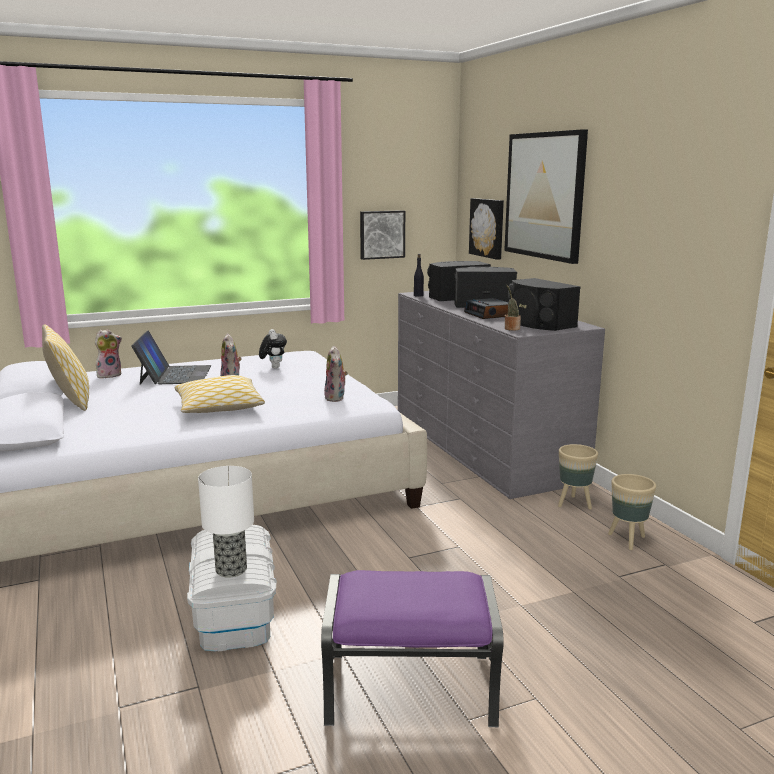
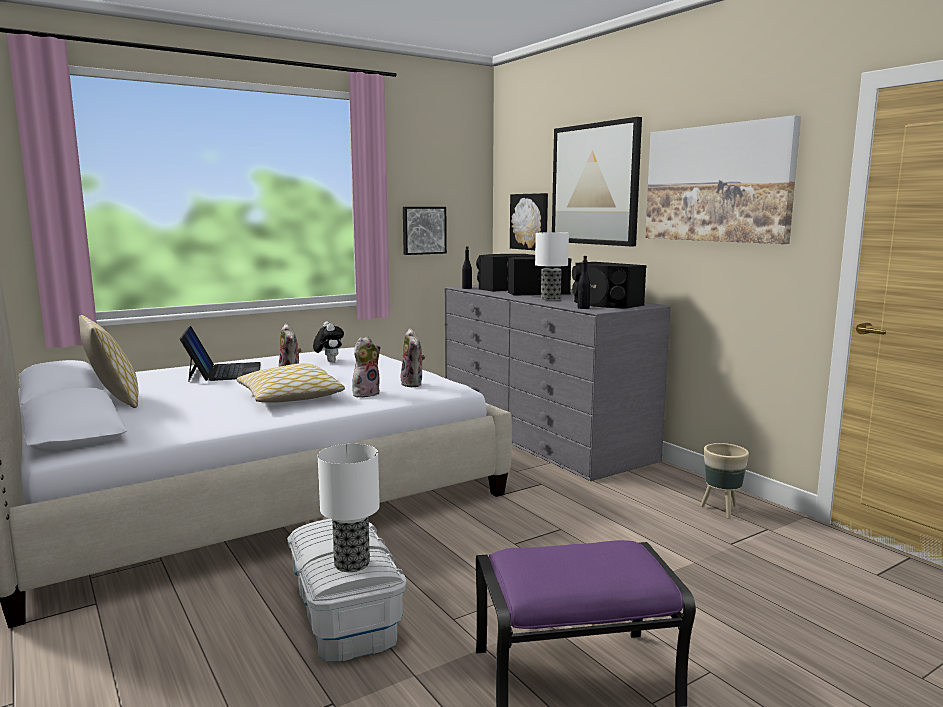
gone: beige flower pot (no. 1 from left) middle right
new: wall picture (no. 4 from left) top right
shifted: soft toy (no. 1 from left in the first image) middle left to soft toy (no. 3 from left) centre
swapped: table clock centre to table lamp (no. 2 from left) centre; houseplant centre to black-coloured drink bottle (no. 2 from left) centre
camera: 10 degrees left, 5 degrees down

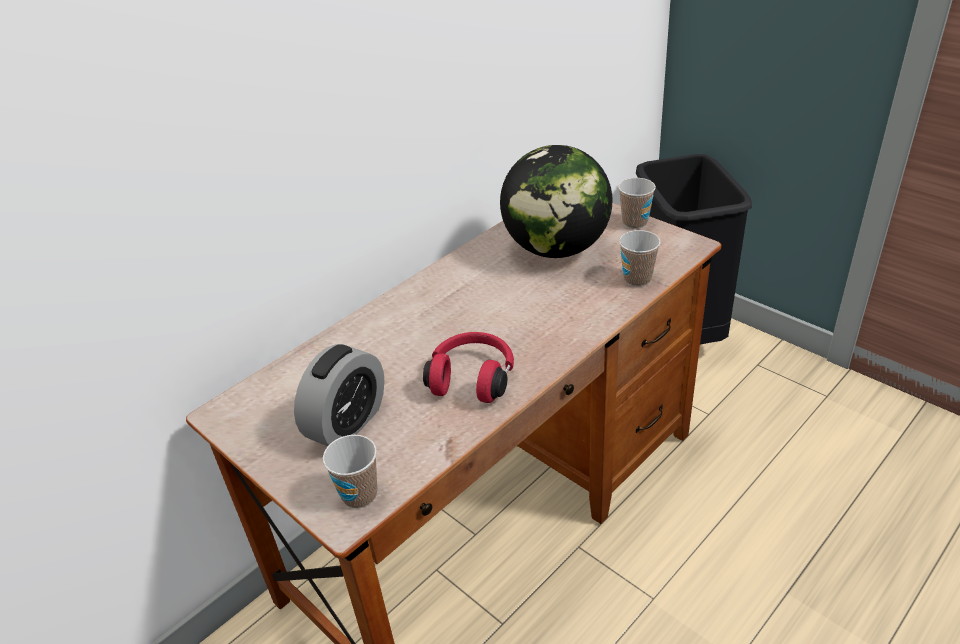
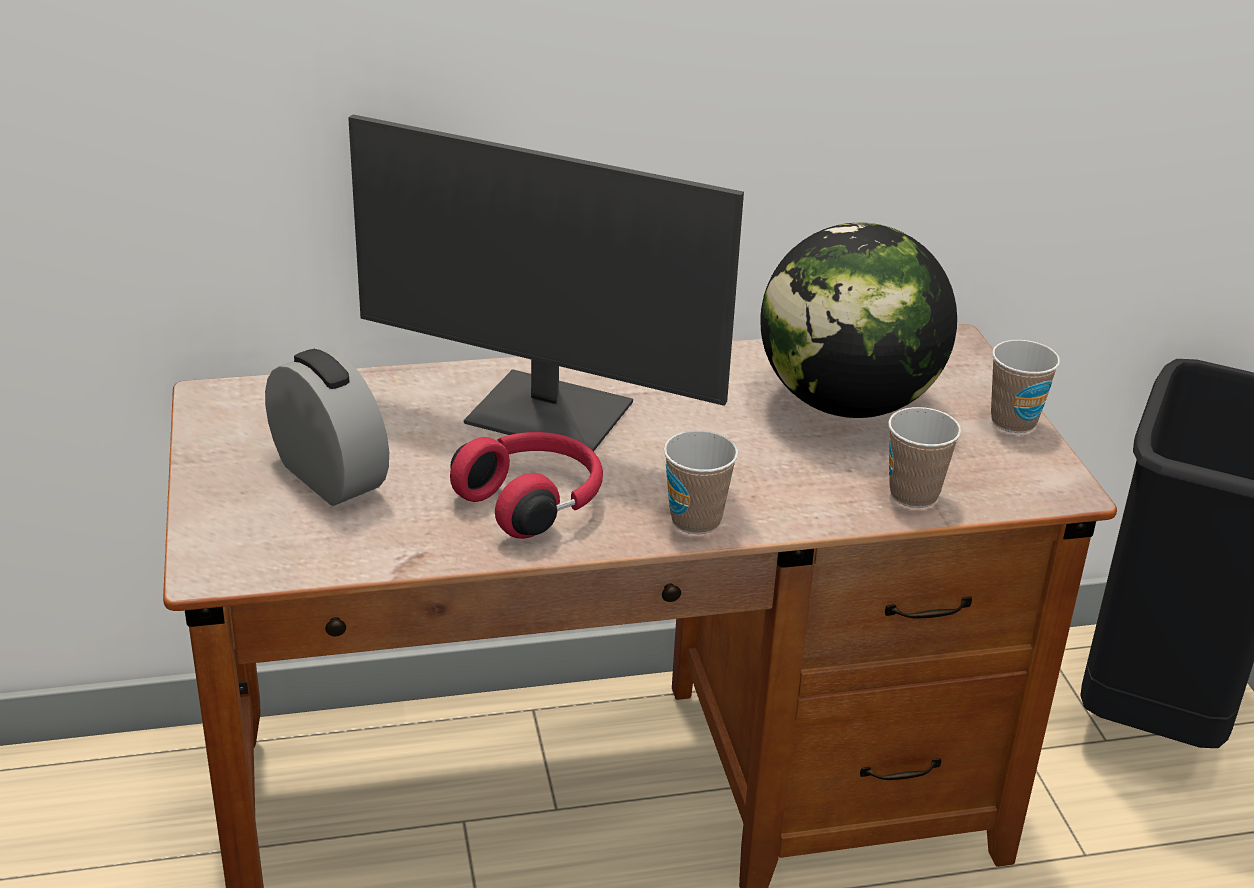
new: computer display top centre
shifted: drinking cup (no. 1 from left) bottom centre to centre
rotated: table clock centre = middle left 105 degrees counterclockwise
camera: 30 degrees right, 5 degrees down

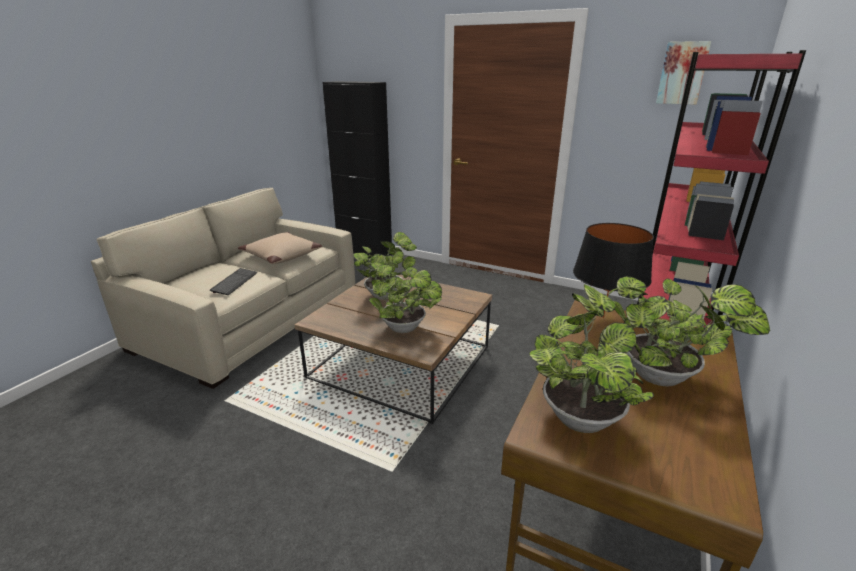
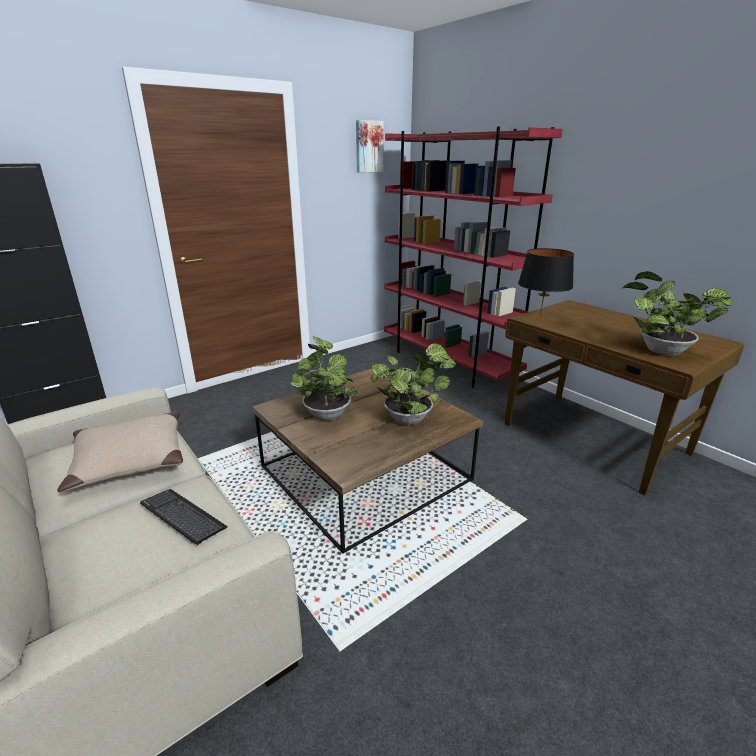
gone: houseplant (no. 4 from left) middle right
camera: 65 degrees left, 0 degrees up

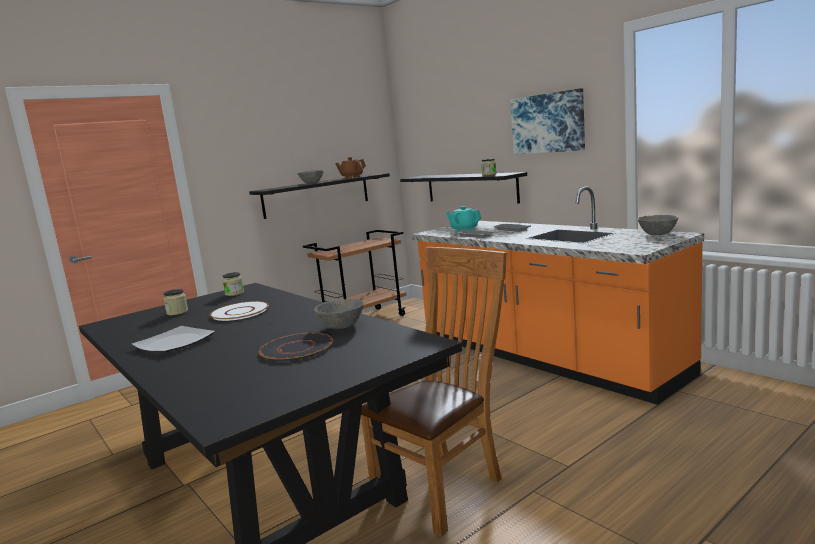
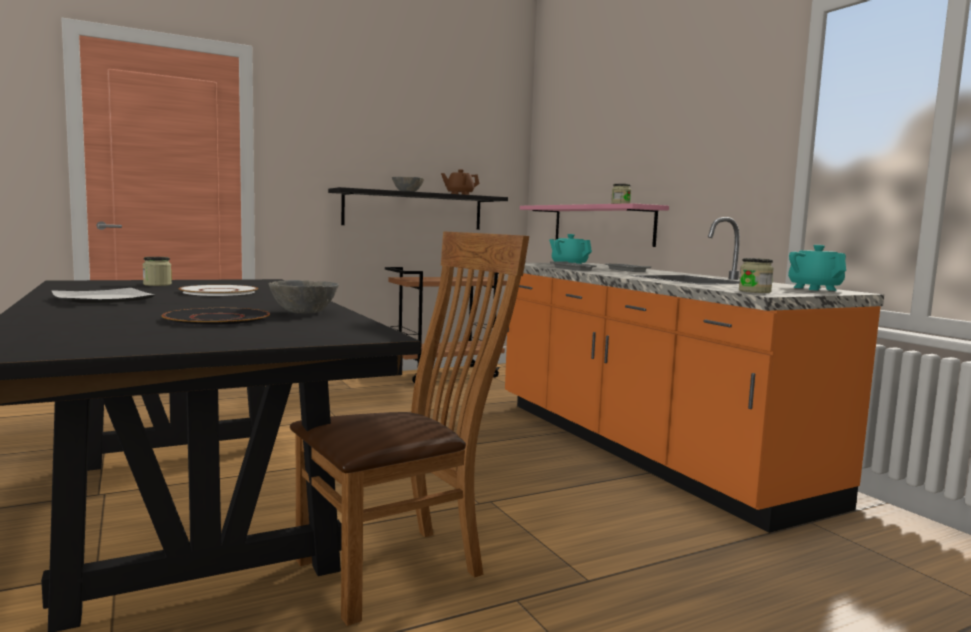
gone: wall picture top right
shifted: preserve jar (no. 2 from left in the first image) middle left to preserve jar (no. 3 from left) middle right
swapped: gray serving bowl (no. 3 from left) middle right to turquoise teapot (no. 2 from left) middle right
repainted: black-coloured bracket shelf (no. 2 from left) centre to pink bracket shelf centre
camera: 10 degrees right, 5 degrees down

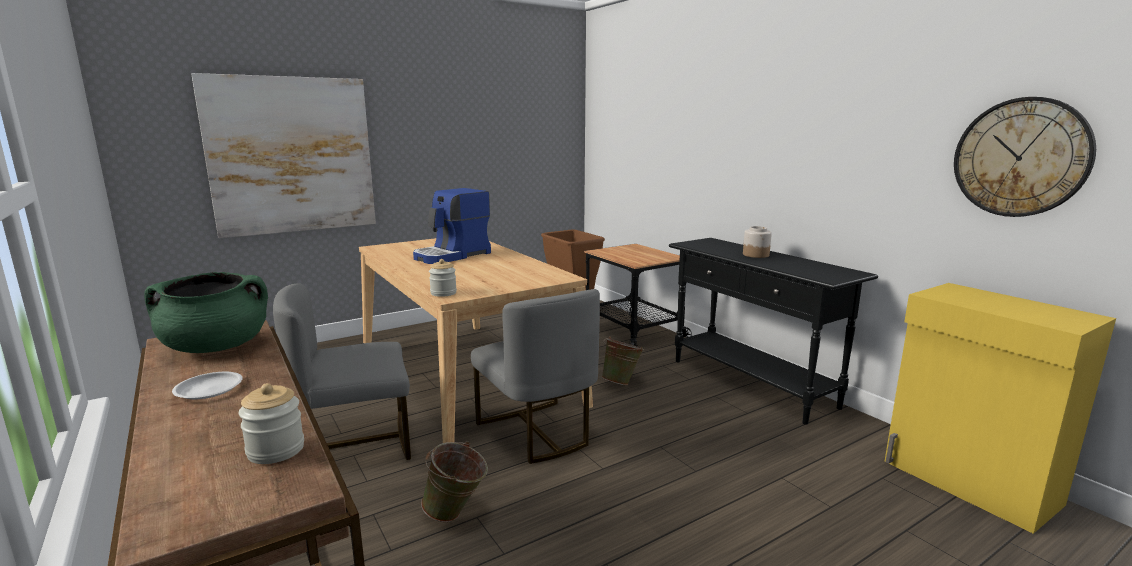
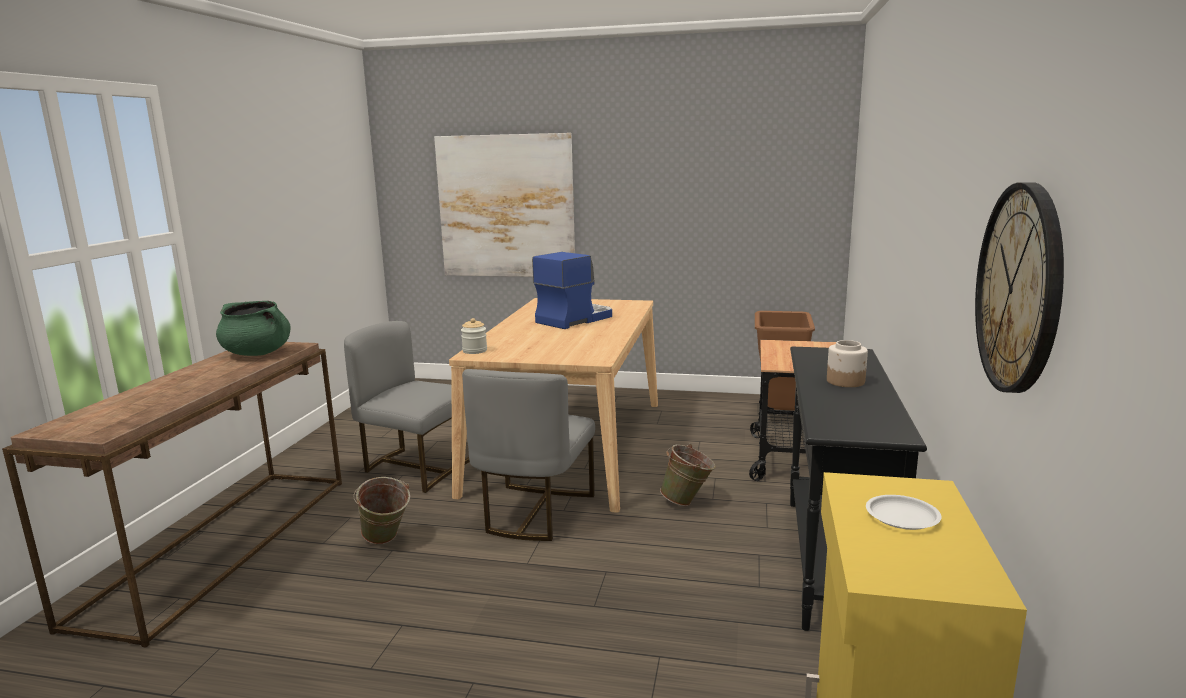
gone: preserve jar (no. 1 from left) bottom left
shifted: whitish plate bottom left to bottom right
rotated: coffee machine centre = centre 135 degrees clockwise
camera: 45 degrees right, 0 degrees up

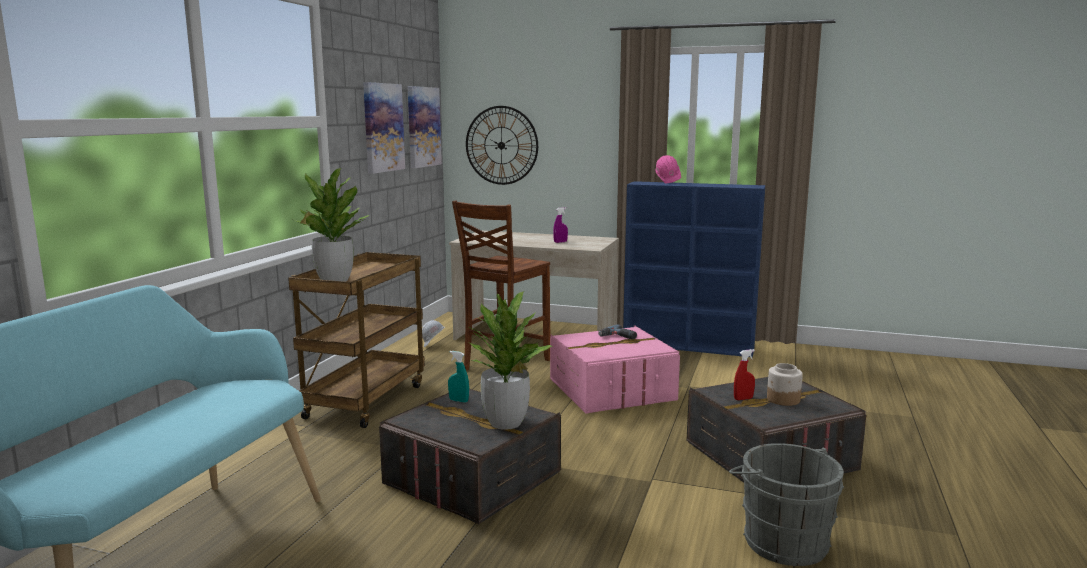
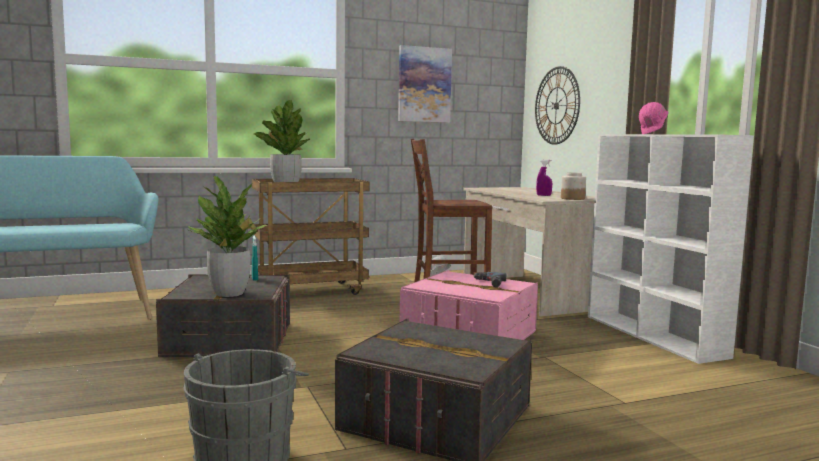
gone: wall picture (no. 2 from left) top centre; red sprayer middle right
shifted: preserve jar bottom right to middle right
repainted: bluish shelving unit centre to whitish shelving unit middle right
camera: 50 degrees right, 5 degrees down

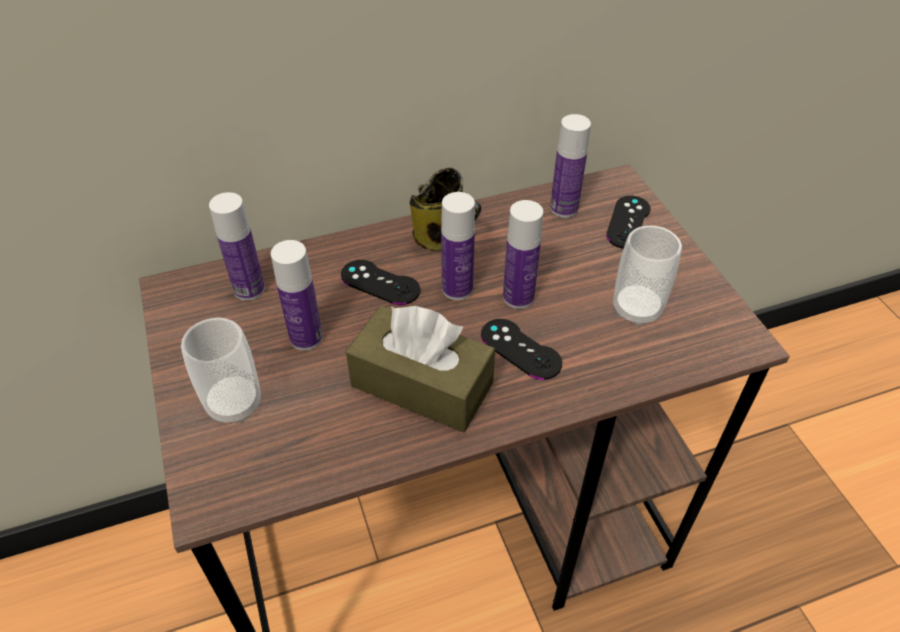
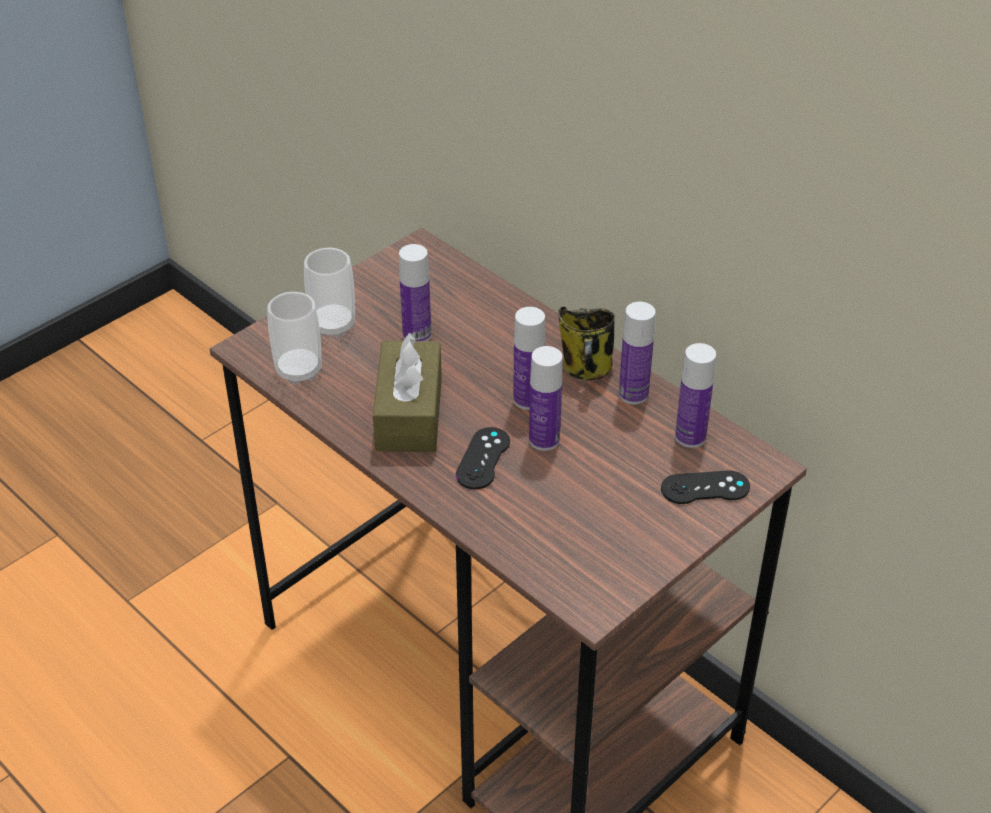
gone: black-coloured joypad (no. 1 from left) centre
shifted: drink bottle (no. 1 from left in the first image) middle left to drink bottle (no. 4 from left) centre; drinking cup (no. 2 from left in the first image) middle right to drinking cup (no. 1 from left) middle left
camera: 65 degrees right, 5 degrees down

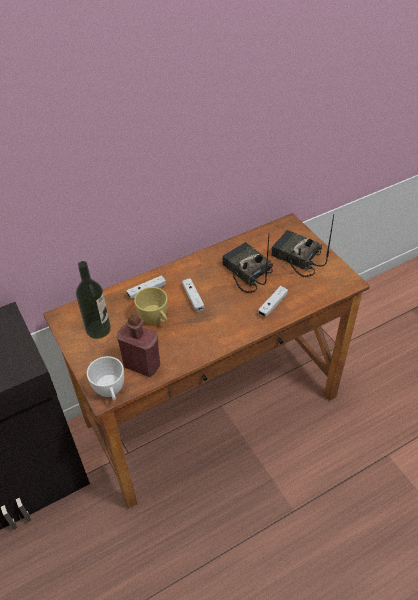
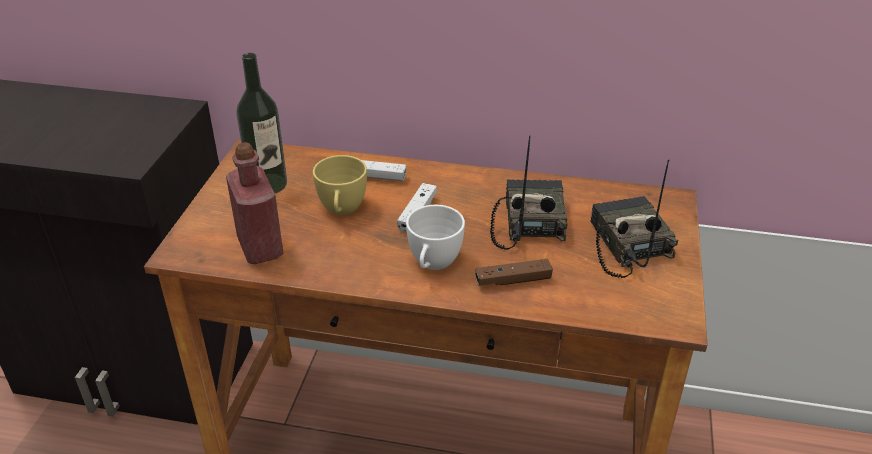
shifted: whitish drinking cup middle left to centre
repainted: whitish joypad (no. 3 from left) centre to brown joypad centre
camera: 40 degrees right, 10 degrees down

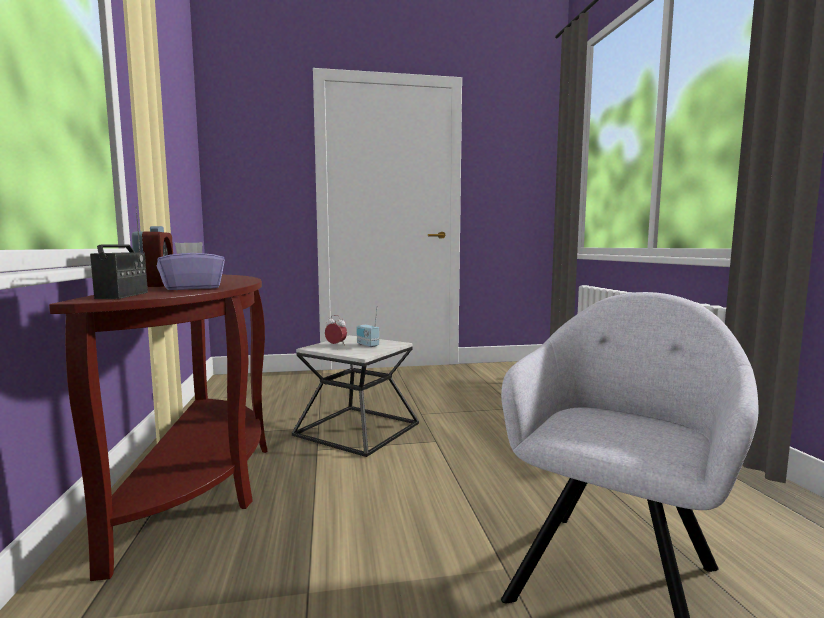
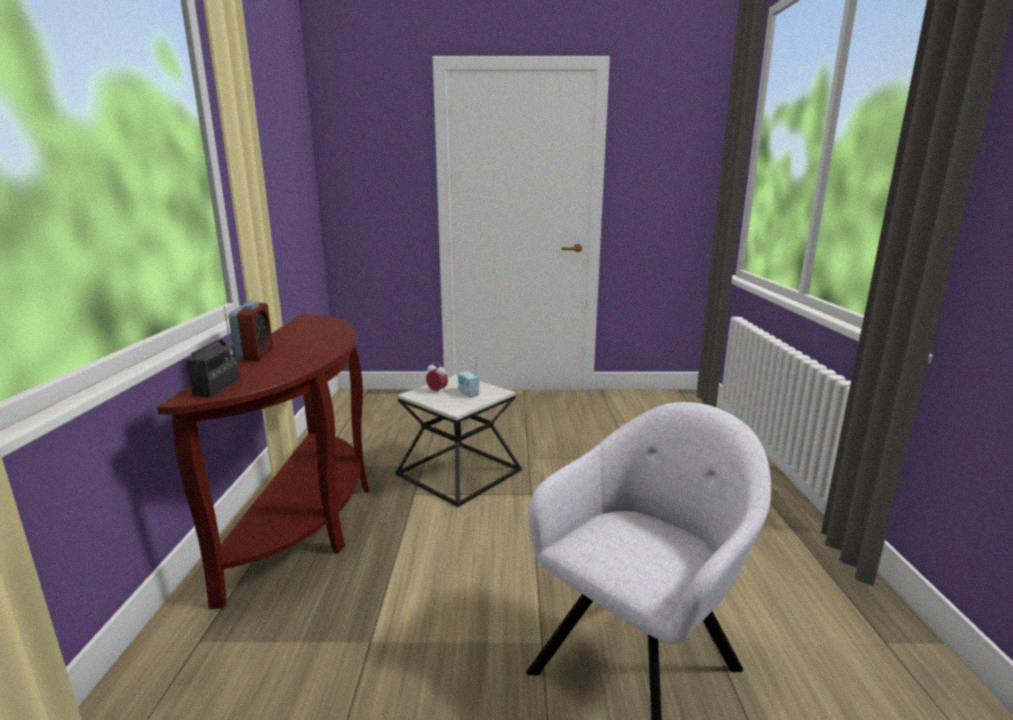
gone: purple-coloured tissue holder middle left
camera: 10 degrees right, 10 degrees up

